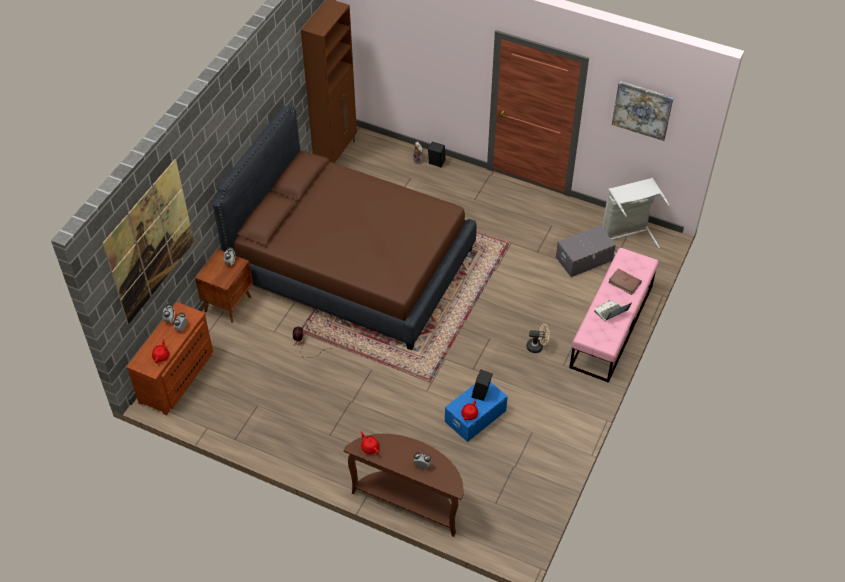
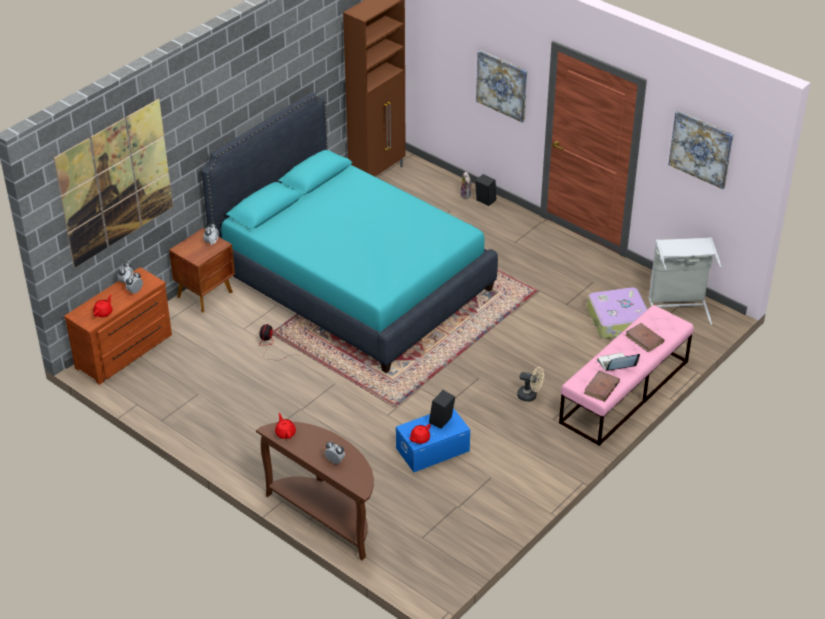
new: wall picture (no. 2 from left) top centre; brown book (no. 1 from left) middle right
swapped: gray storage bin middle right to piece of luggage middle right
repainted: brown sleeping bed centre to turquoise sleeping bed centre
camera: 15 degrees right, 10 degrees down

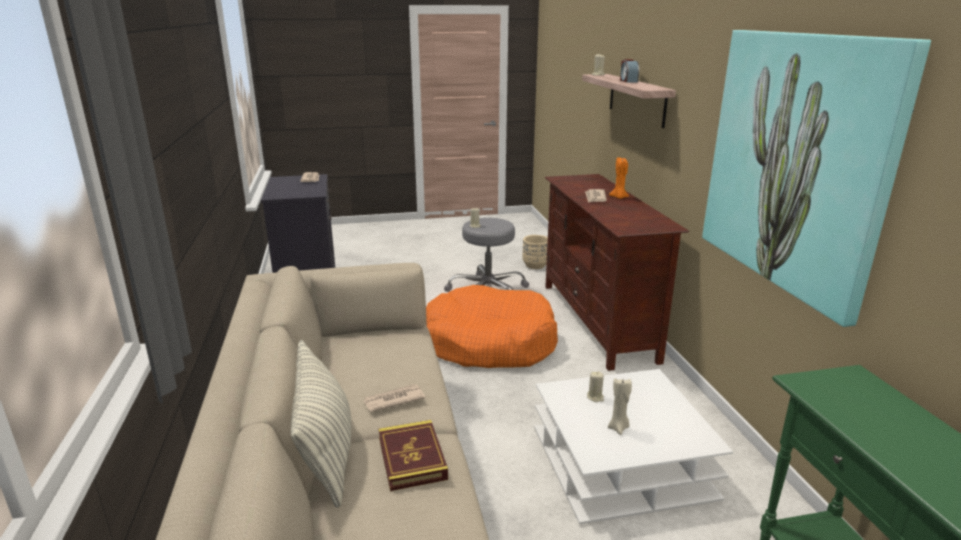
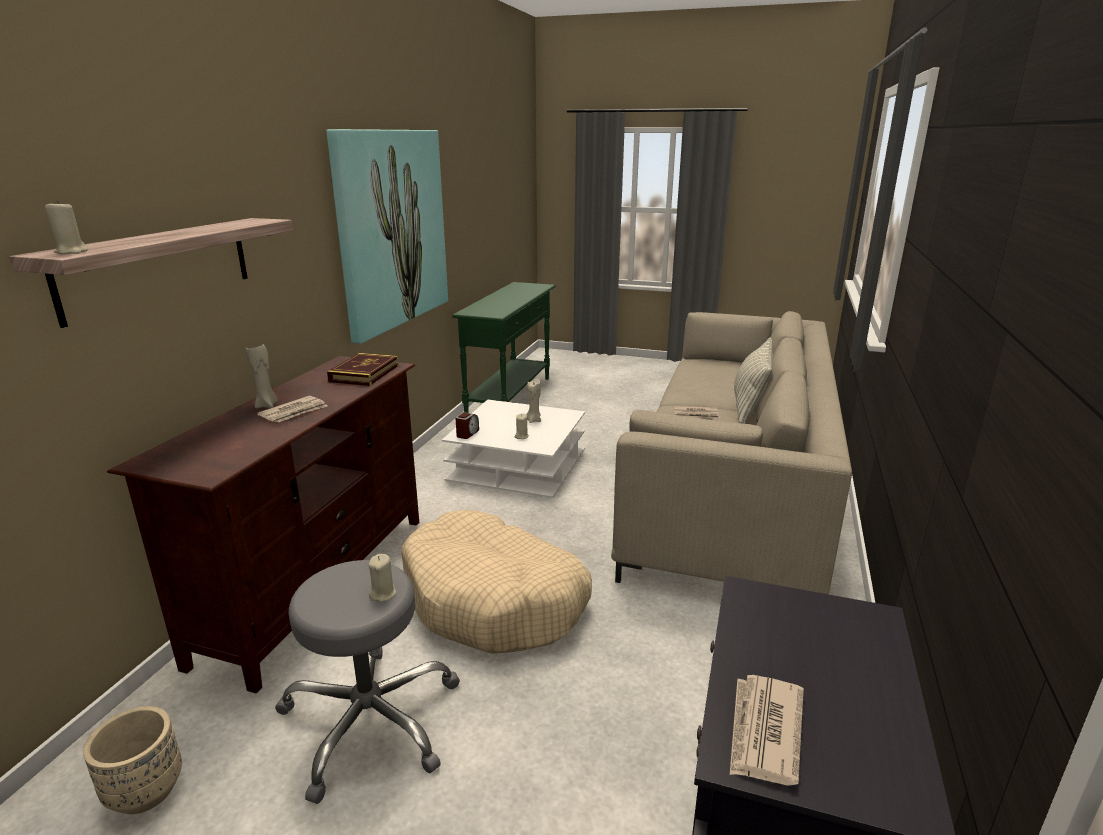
shifted: book bottom centre to middle left; table clock top centre to centre
repainted: orange-coloured dog bed centre to beige dog bed bottom centre; orange-coloured wax candle top centre to beige wax candle (no. 2 from left) middle left
camera: 150 degrees left, 0 degrees up

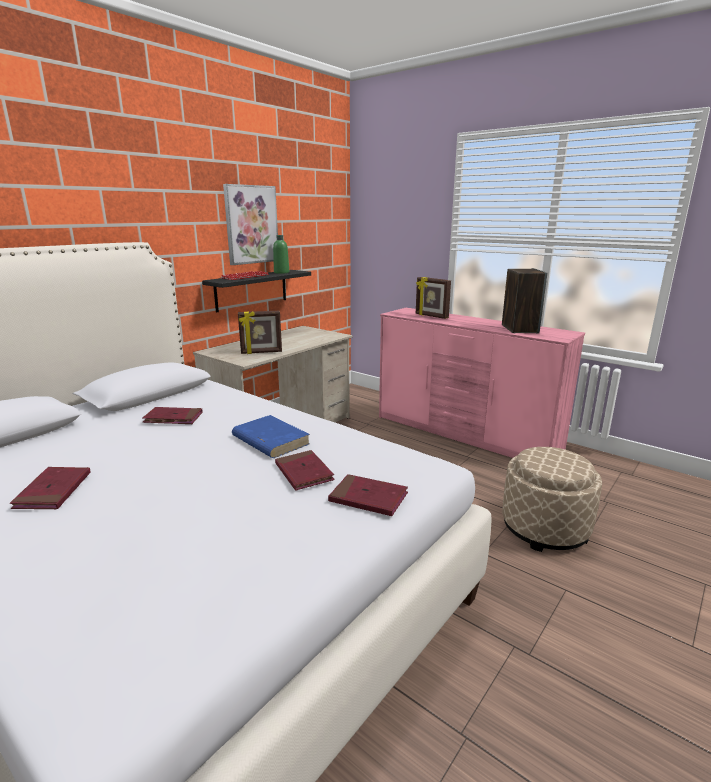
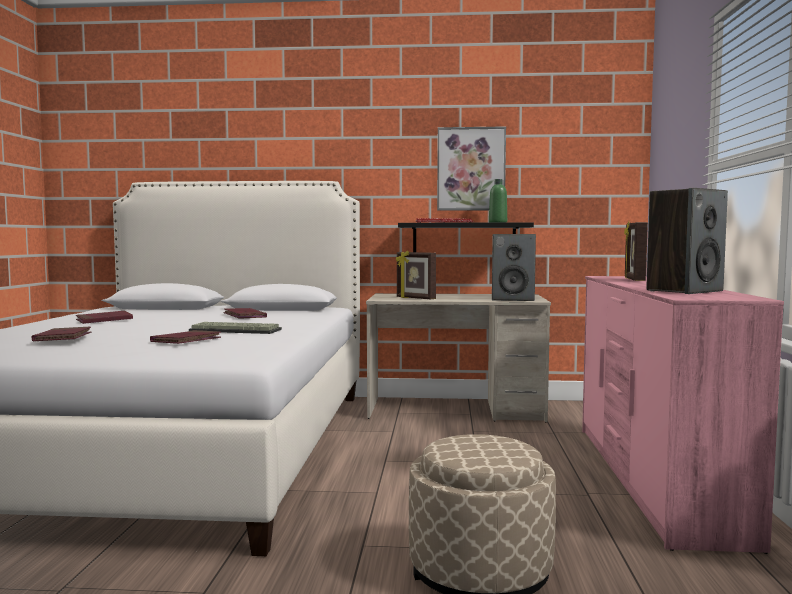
new: audio speaker (no. 1 from left) centre
shifted: red book (no. 4 from left in the first image) centre to red book (no. 1 from left) middle left
swapped: bluish book centre to computer keyboard (no. 1 from left) middle left
camera: 55 degrees right, 15 degrees down

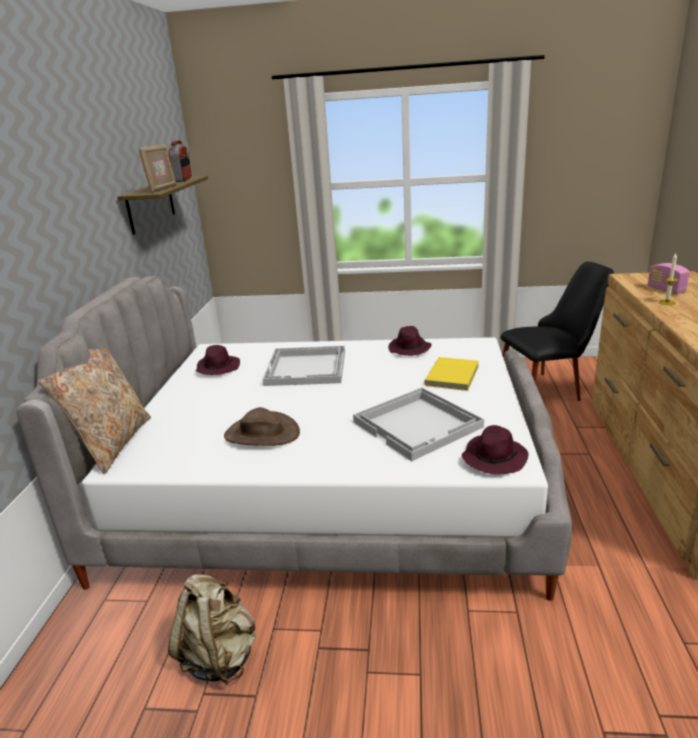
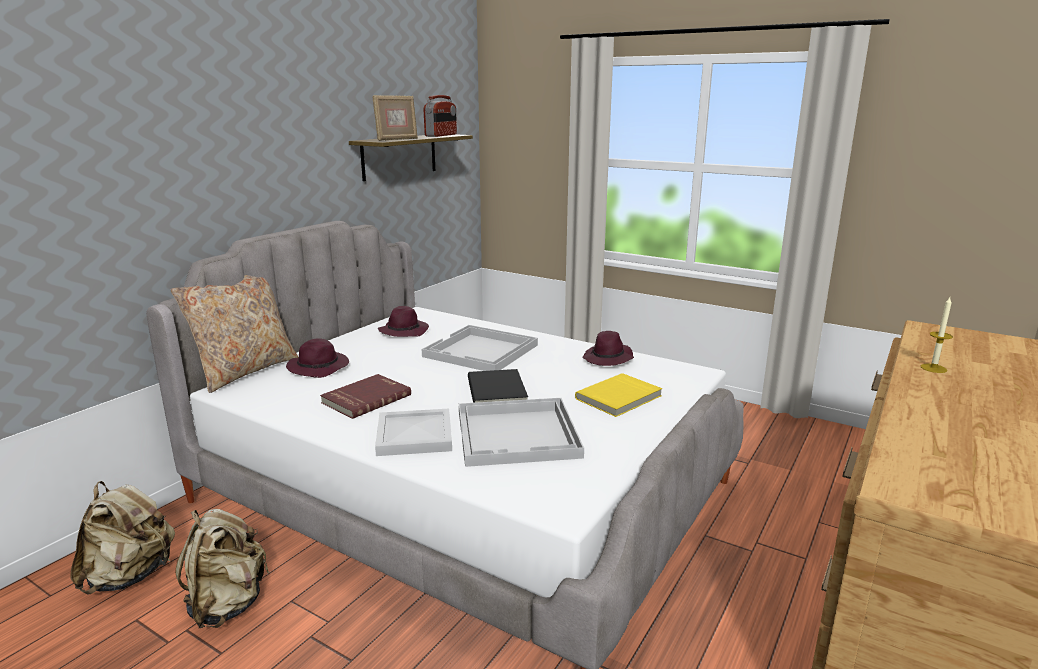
gone: black-coloured plain chair middle right; radio (no. 2 from left) middle right
new: beige rucksack (no. 1 from left) bottom left; whitish carrying tray (no. 1 from left) centre; black-coloured book centre
shifted: purple-coloured hat (no. 3 from left in the first image) middle right to purple-coloured hat (no. 1 from left) middle left
swapped: brown hat centre to red book centre
camera: 25 degrees right, 5 degrees down

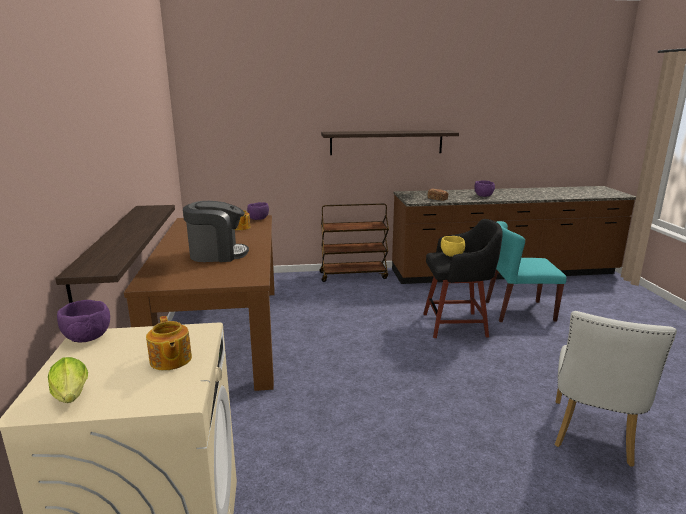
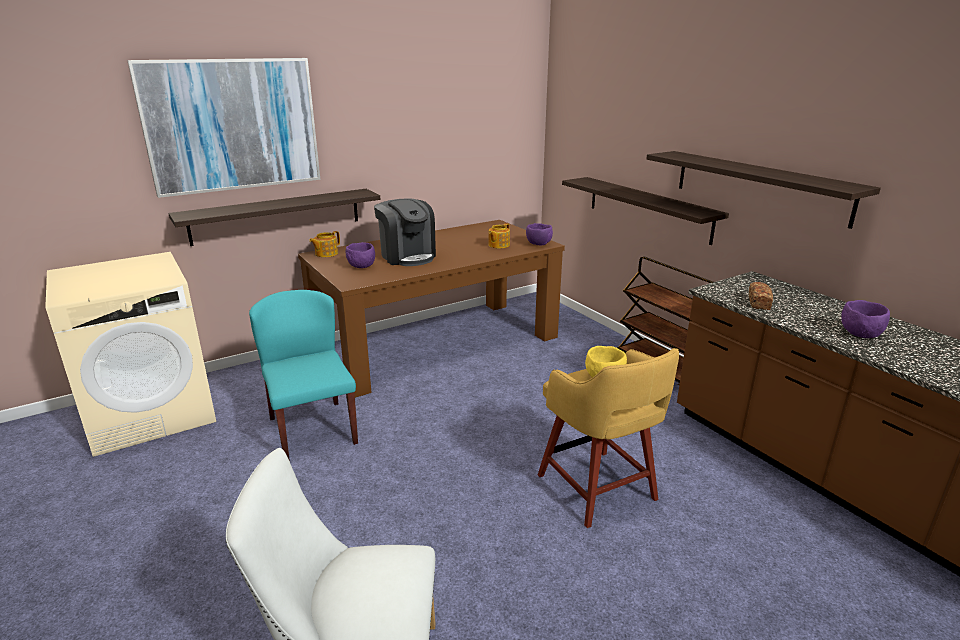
gone: lettuce head bottom left
new: wall picture top left; bracket shelf (no. 2 from left) top right
shifted: purple-coloured serving bowl (no. 1 from left) middle left to centre; teapot (no. 1 from left) bottom left to centre; turquoise plain chair middle right to middle left
repainted: black-coloured stool middle right to yellowish stool bottom centre
camera: 65 degrees right, 5 degrees up

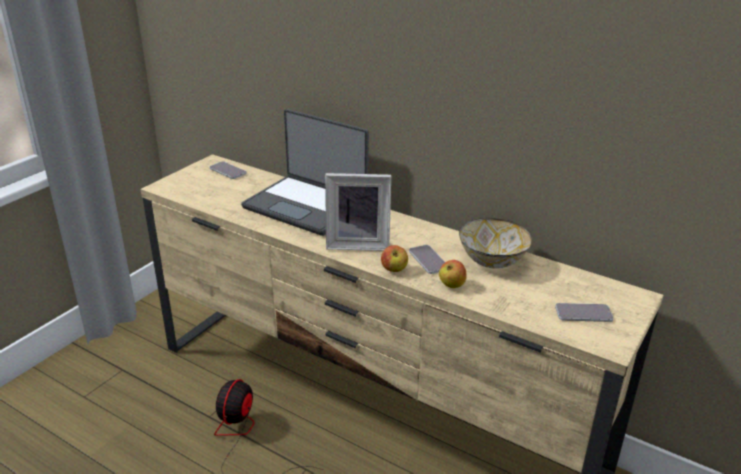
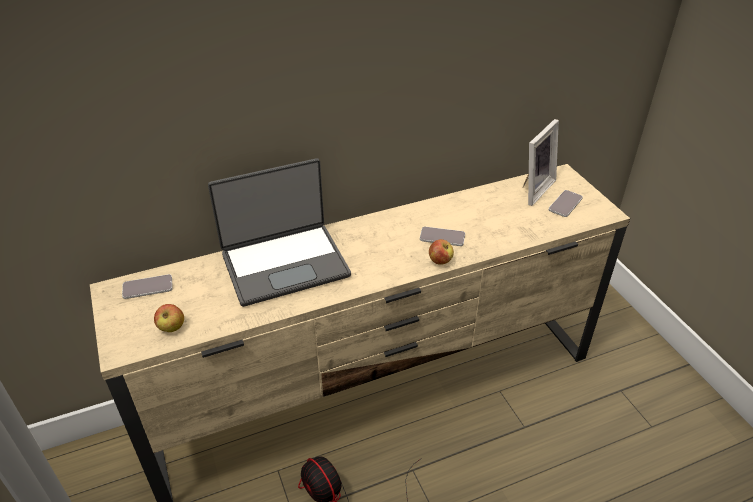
gone: serving bowl middle right
shifted: picture frame centre to top right; apple (no. 2 from left in the first image) centre to apple (no. 1 from left) middle left
camera: 55 degrees left, 10 degrees up

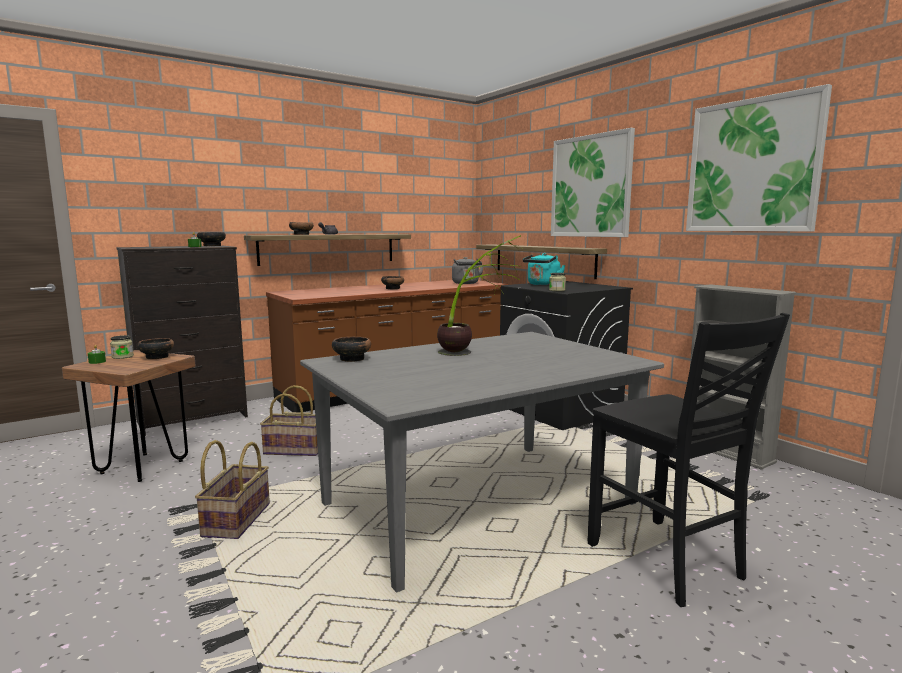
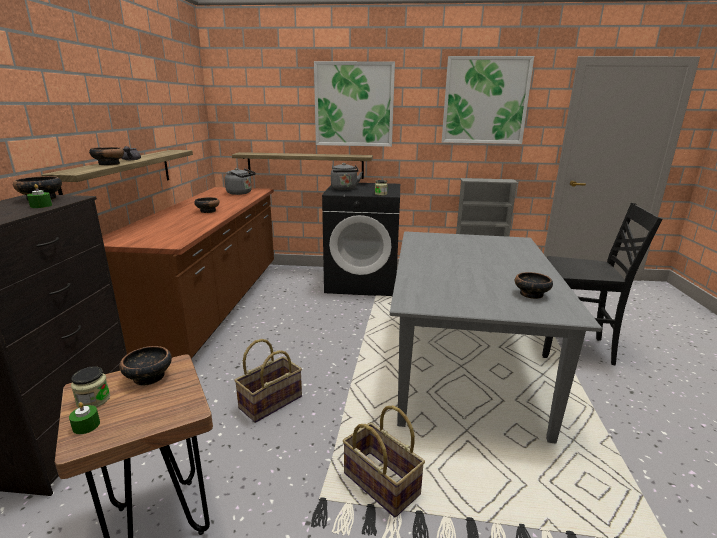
gone: houseplant centre
shifted: serving bowl (no. 4 from left in the first image) centre to serving bowl (no. 5 from left) middle right
repainted: turquoise kettle centre to gray kettle (no. 2 from left) top centre
camera: 50 degrees left, 10 degrees up

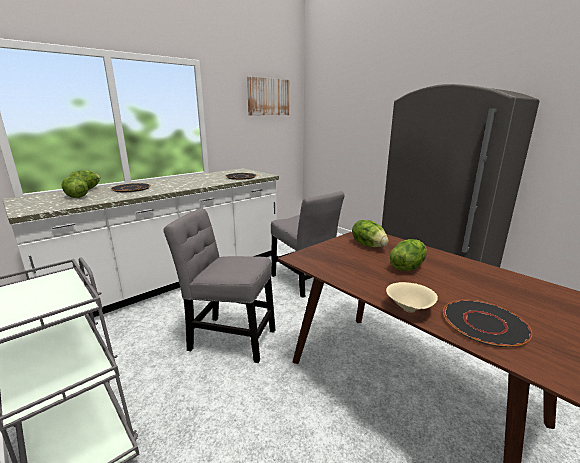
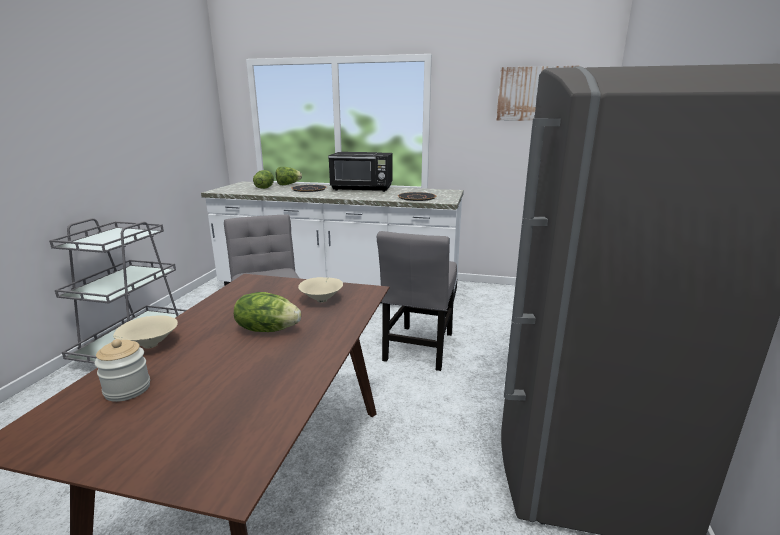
new: black-coloured microwave oven top centre
swapped: lettuce head (no. 3 from left) centre to beige serving bowl (no. 2 from left) centre; black-coloured plate (no. 3 from left) bottom right to preserve jar bottom left
camera: 55 degrees right, 0 degrees up

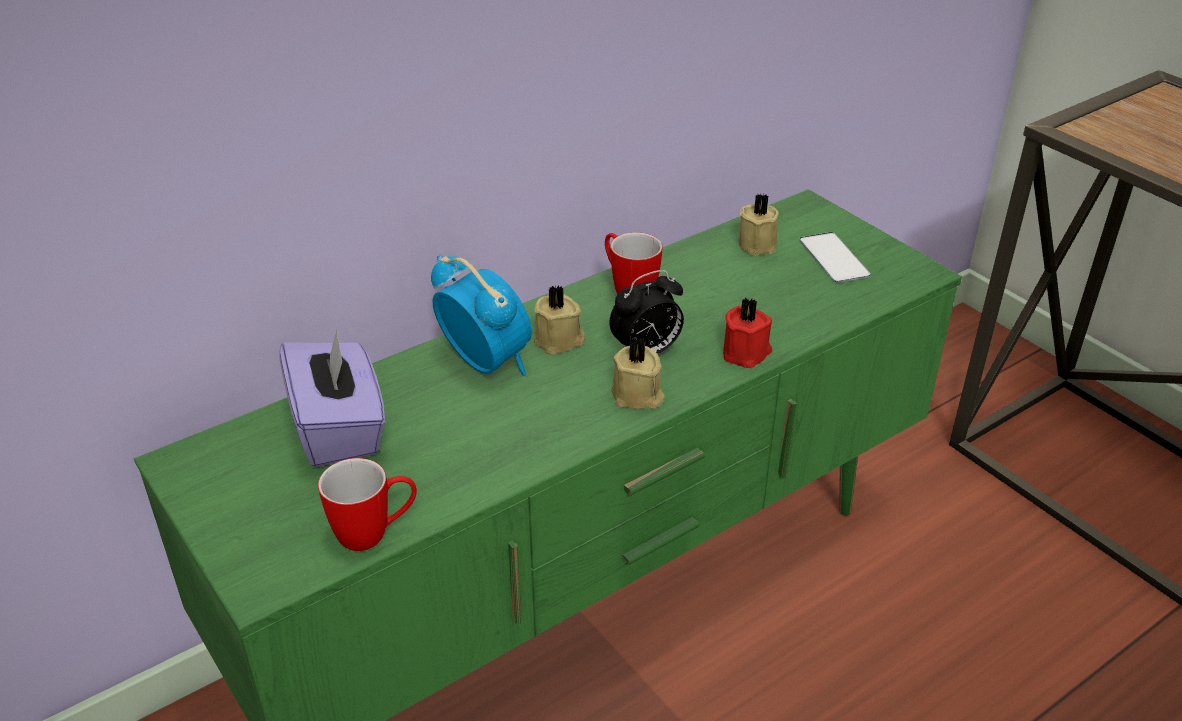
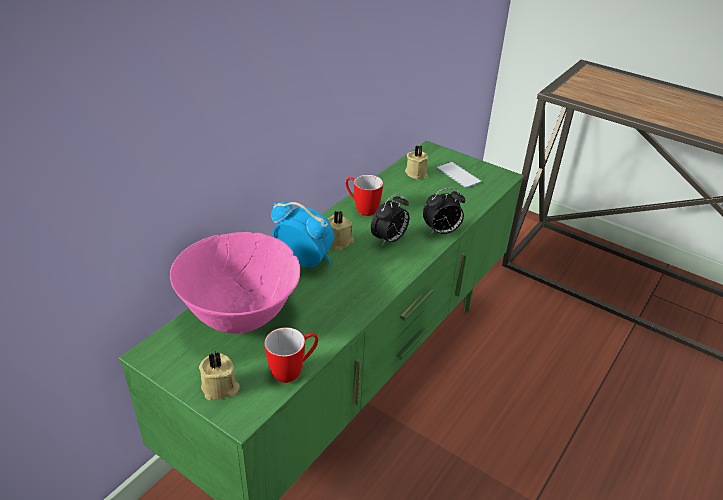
shifted: beige wax candle (no. 2 from left in the first image) centre to beige wax candle (no. 1 from left) bottom left
swapped: purple-coloured tissue holder middle left to pink serving bowl middle left; red wax candle centre to table clock (no. 3 from left) centre
camera: 20 degrees left, 0 degrees up

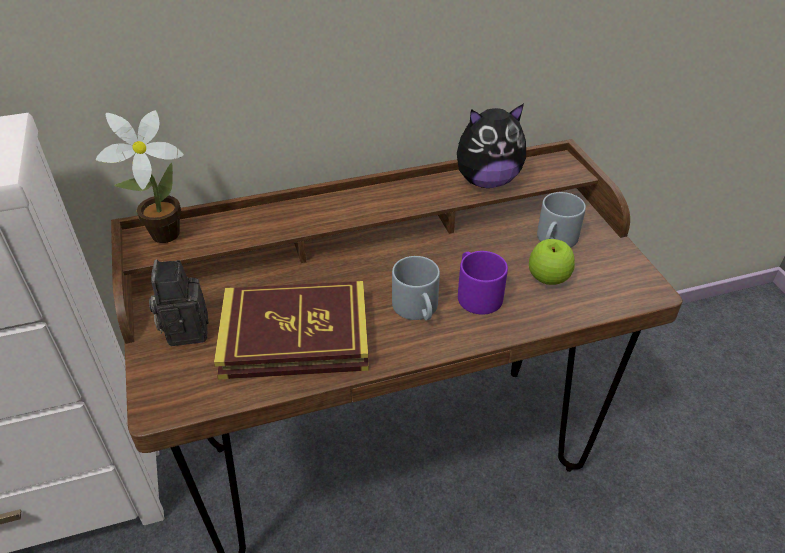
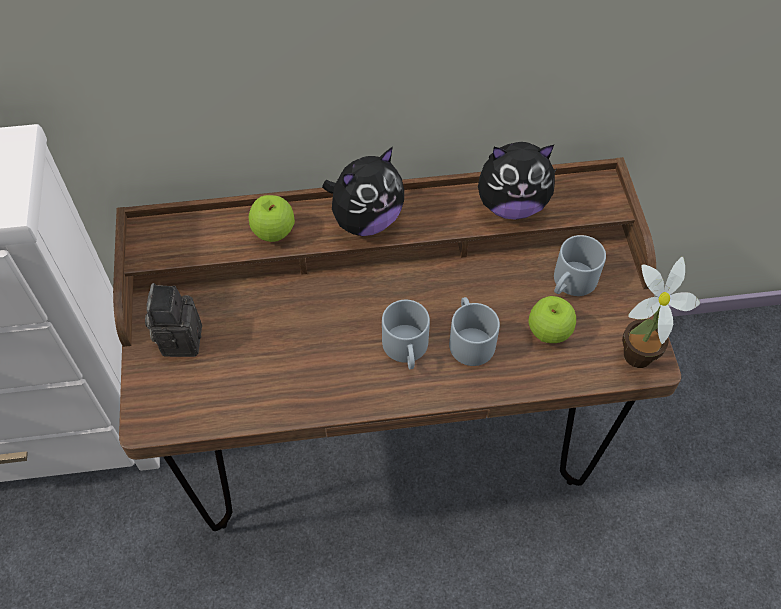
gone: book centre
new: apple (no. 1 from left) centre; soft toy (no. 1 from left) top centre
shifted: houseplant top left to middle right
repainted: purple-coloured tea mug centre to gray tea mug (no. 2 from left) centre
camera: 10 degrees right, 15 degrees up

